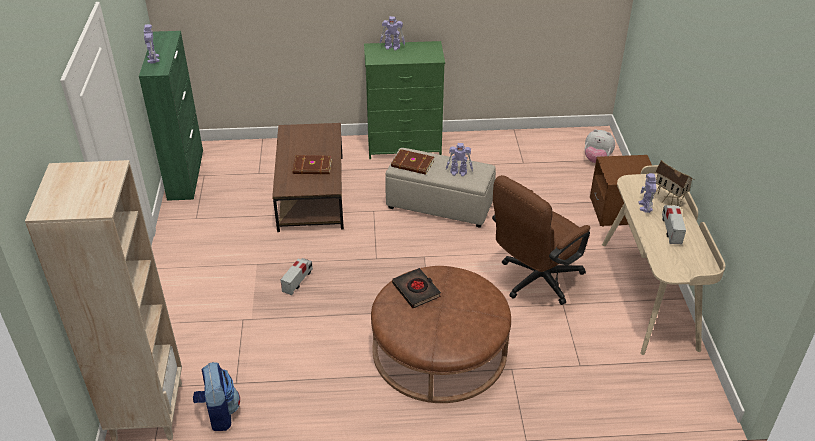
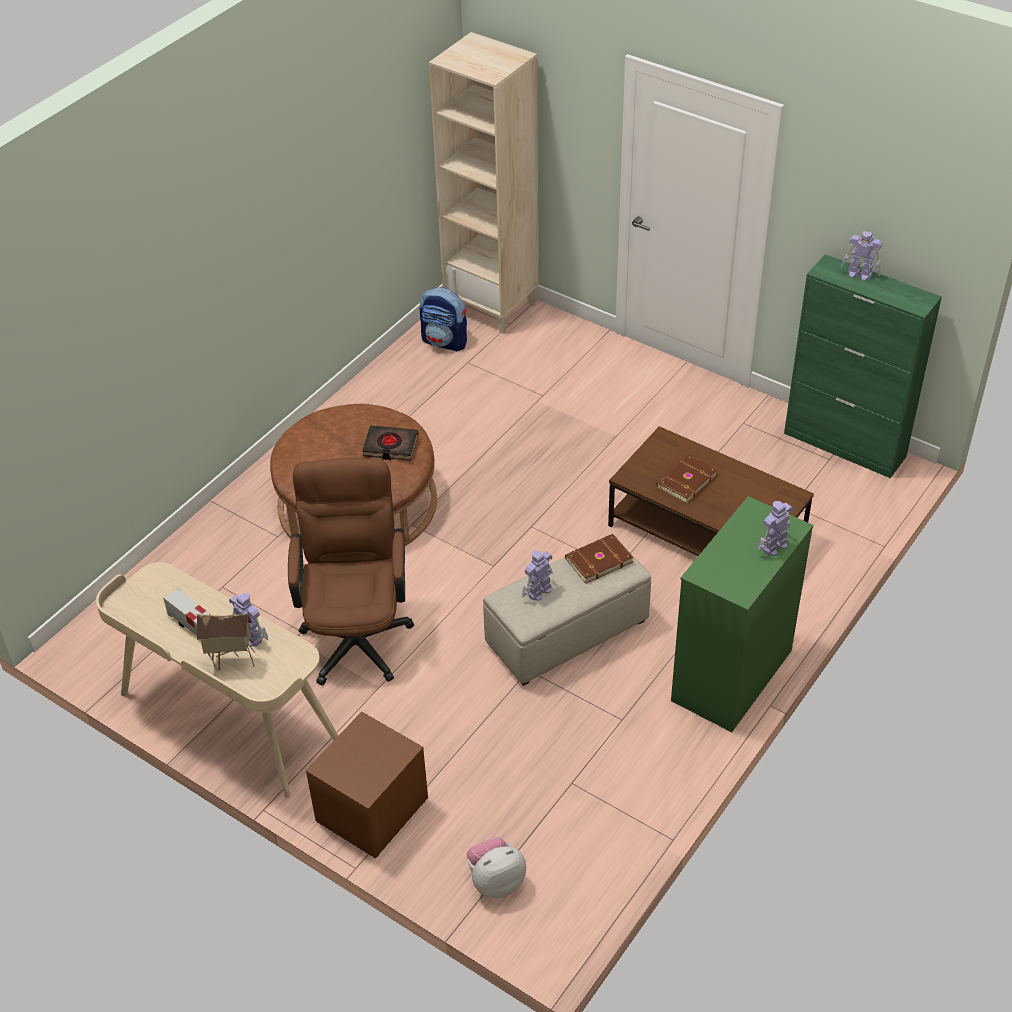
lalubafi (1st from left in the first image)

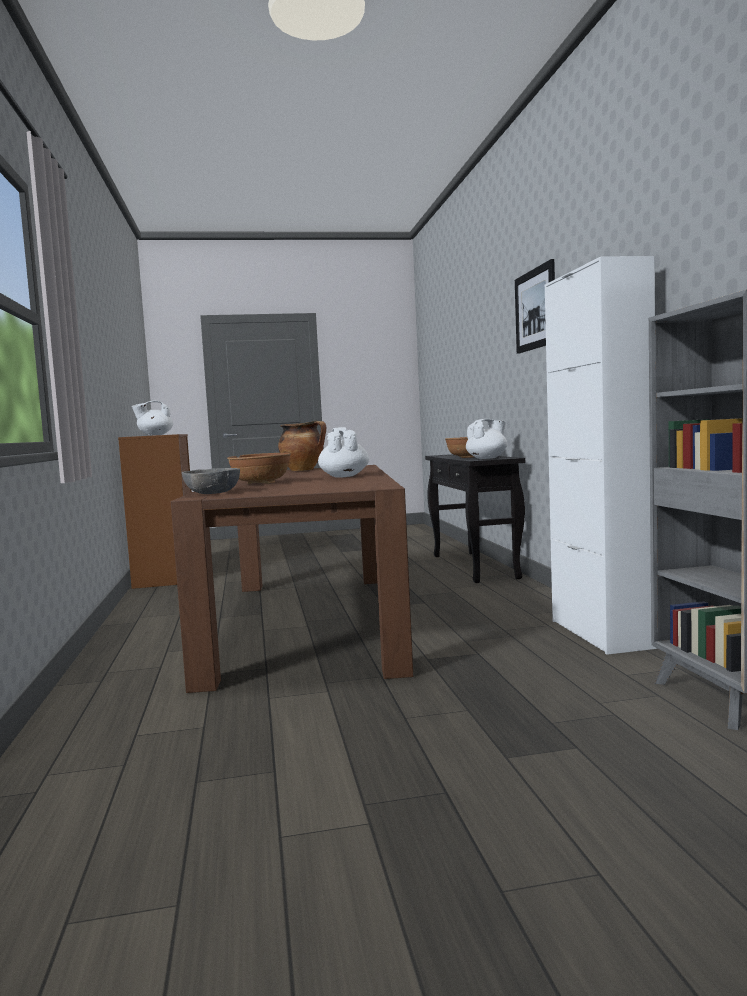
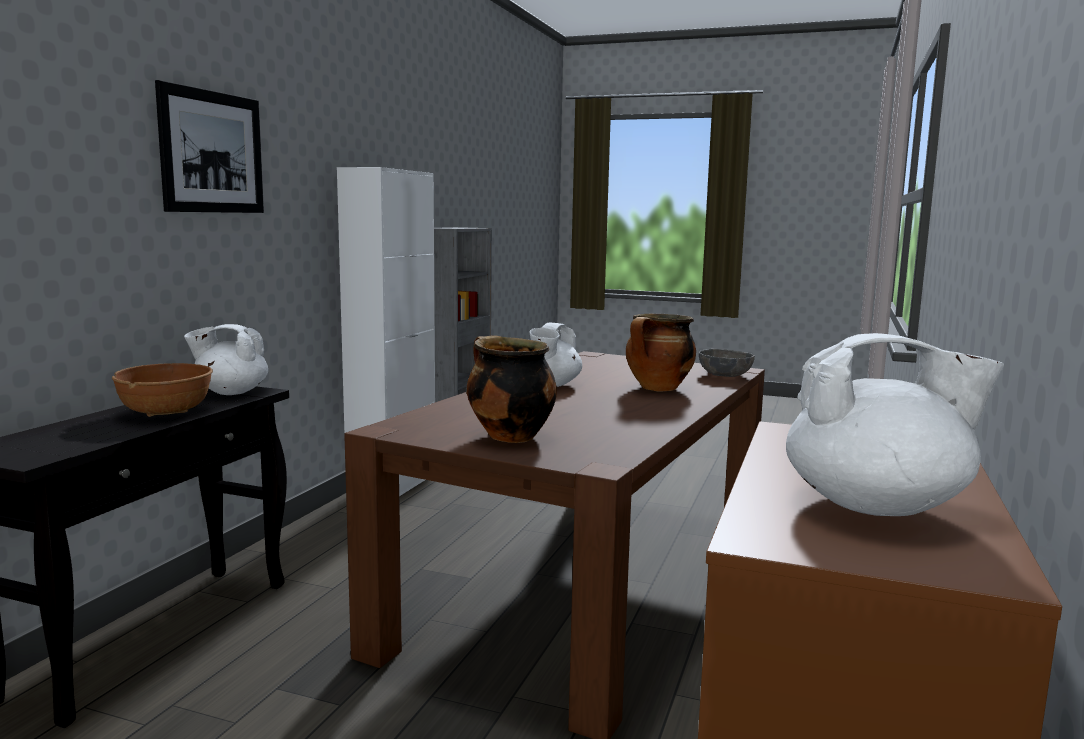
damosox (2nd from left)

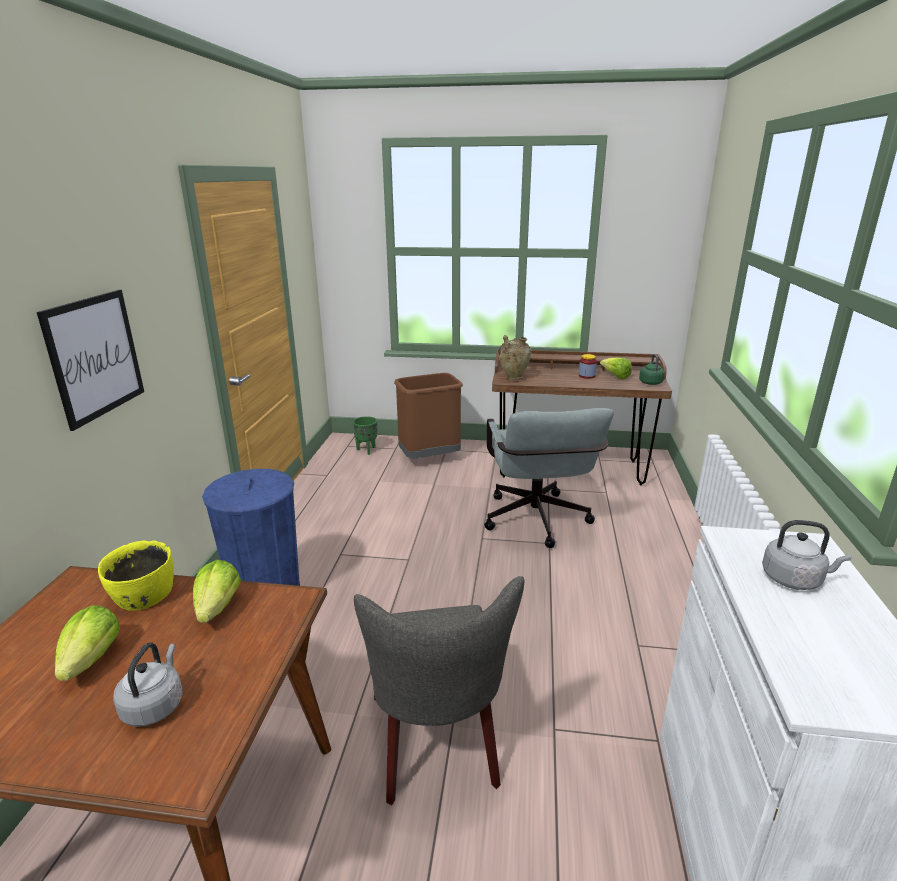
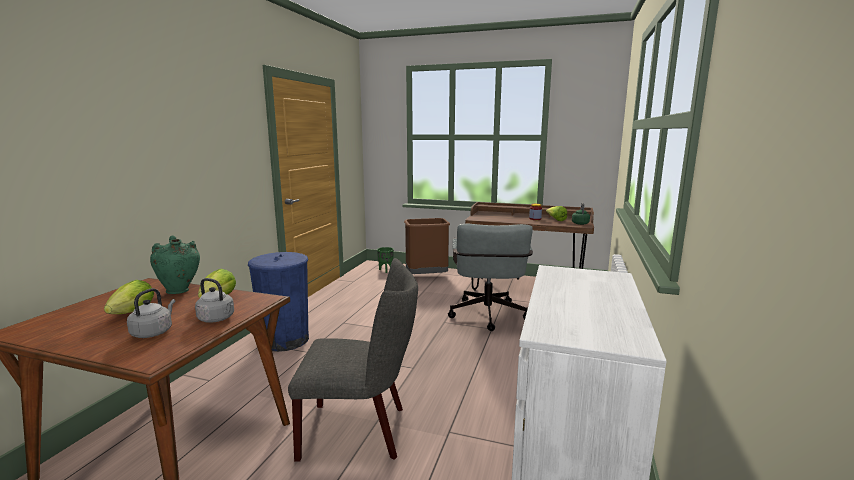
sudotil
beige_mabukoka
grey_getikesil (2nd from left)
green_mabukoka
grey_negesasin

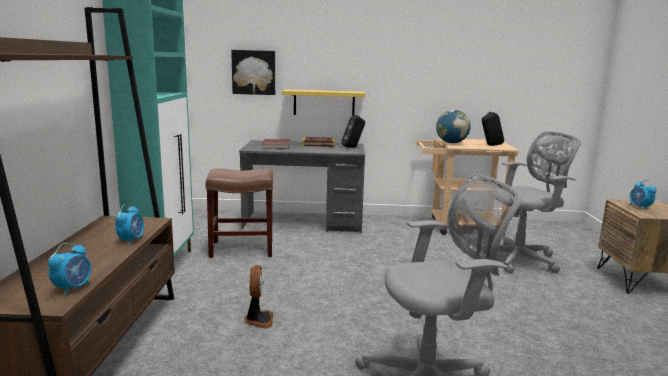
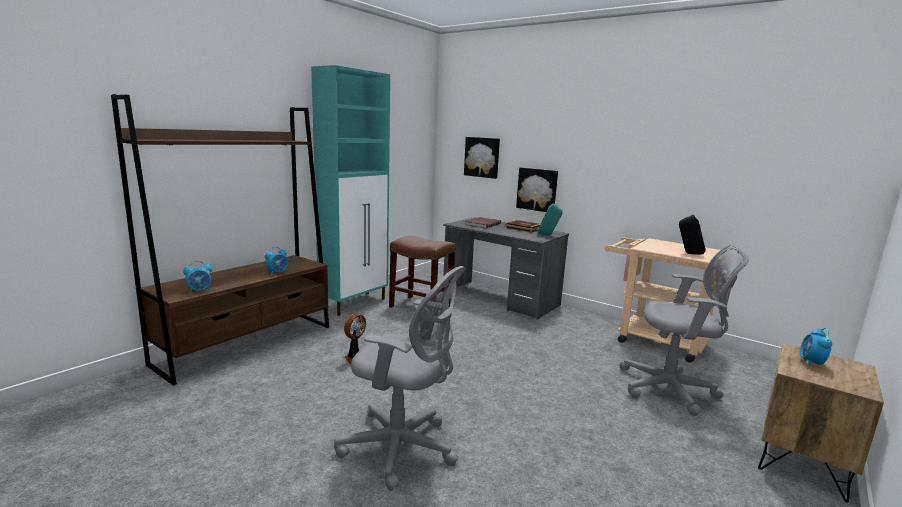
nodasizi
sudotil (2nd from left)
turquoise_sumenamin

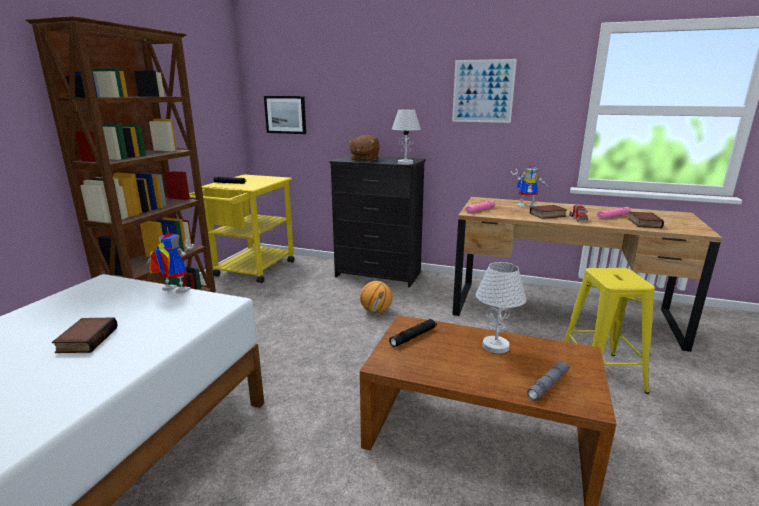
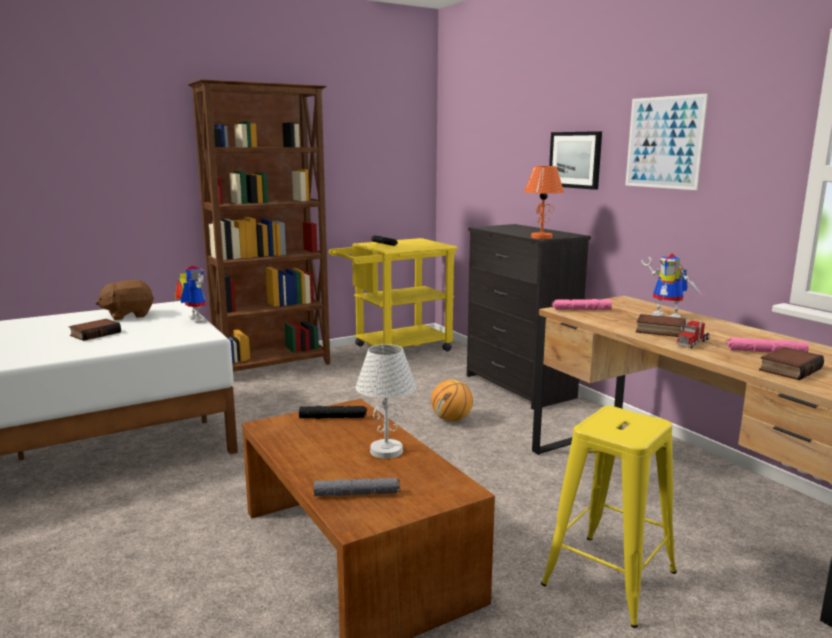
sudotil (1st from left)
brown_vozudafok
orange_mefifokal

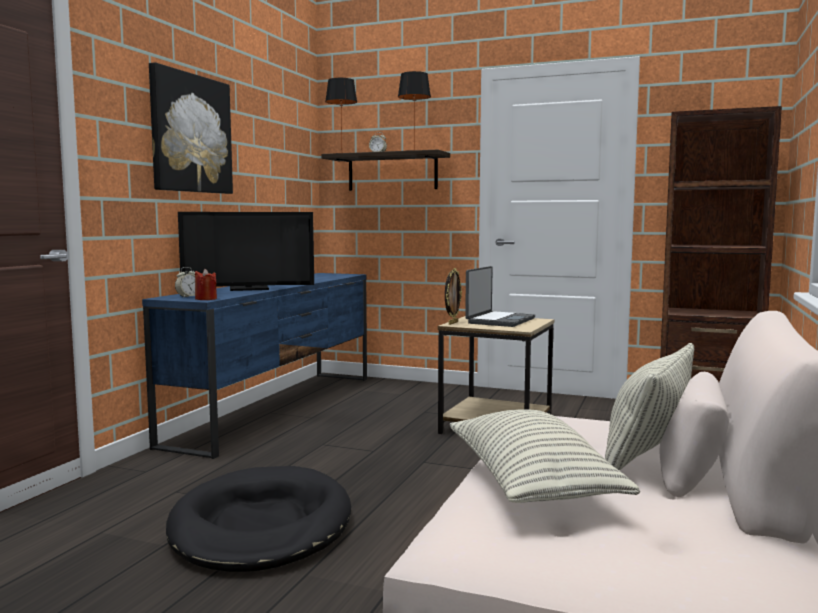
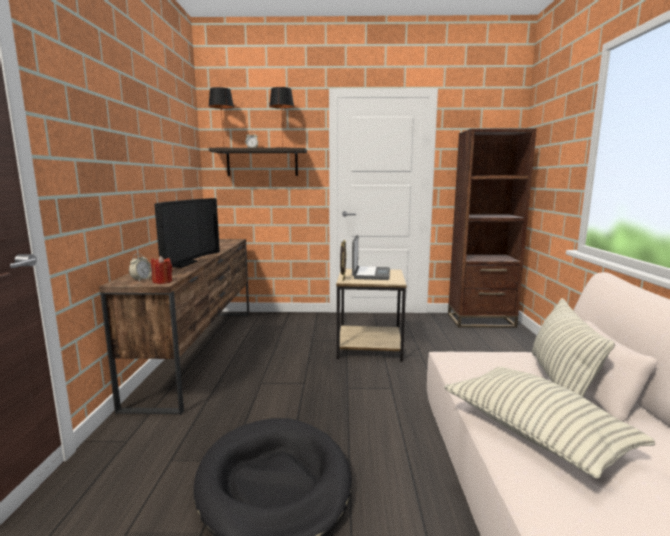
sudotil
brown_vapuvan
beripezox

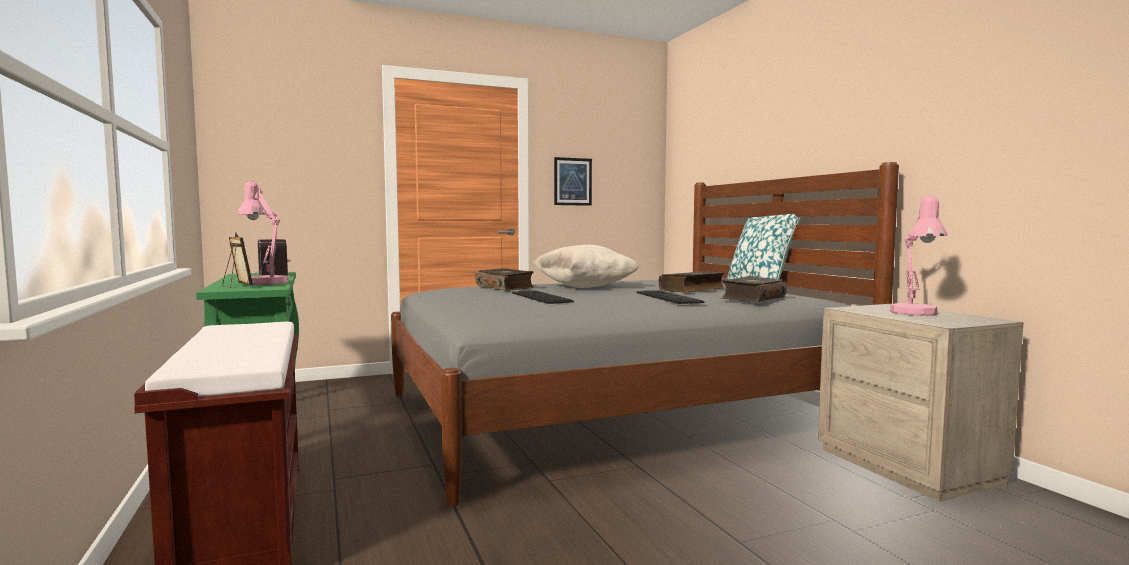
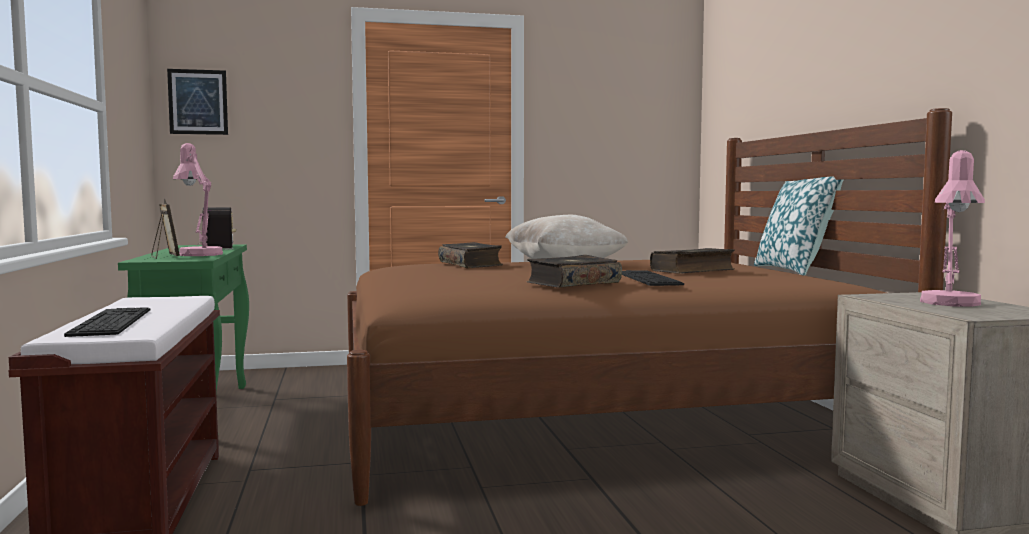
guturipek (1st from left)
sudotil
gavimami (2nd from left)
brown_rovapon

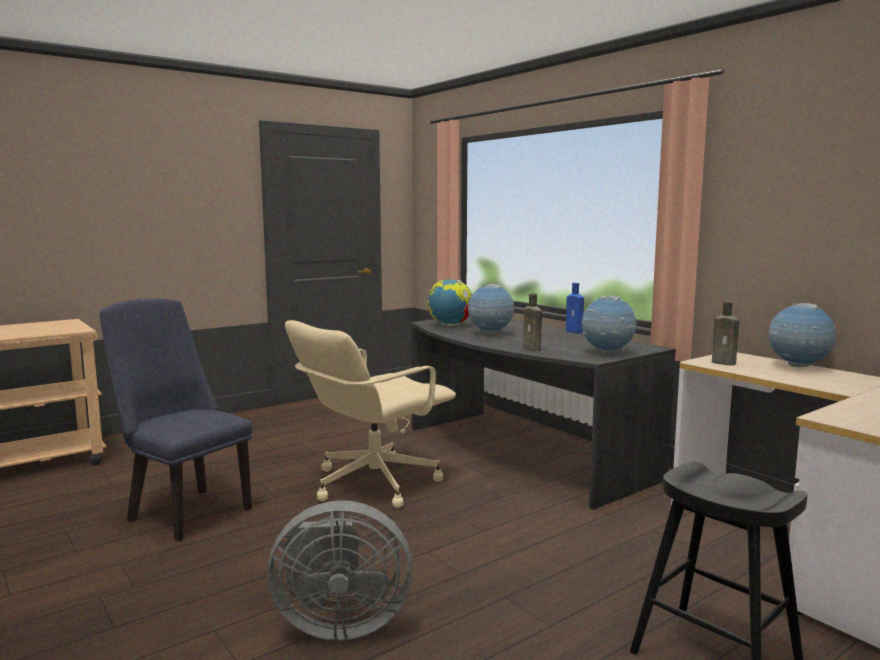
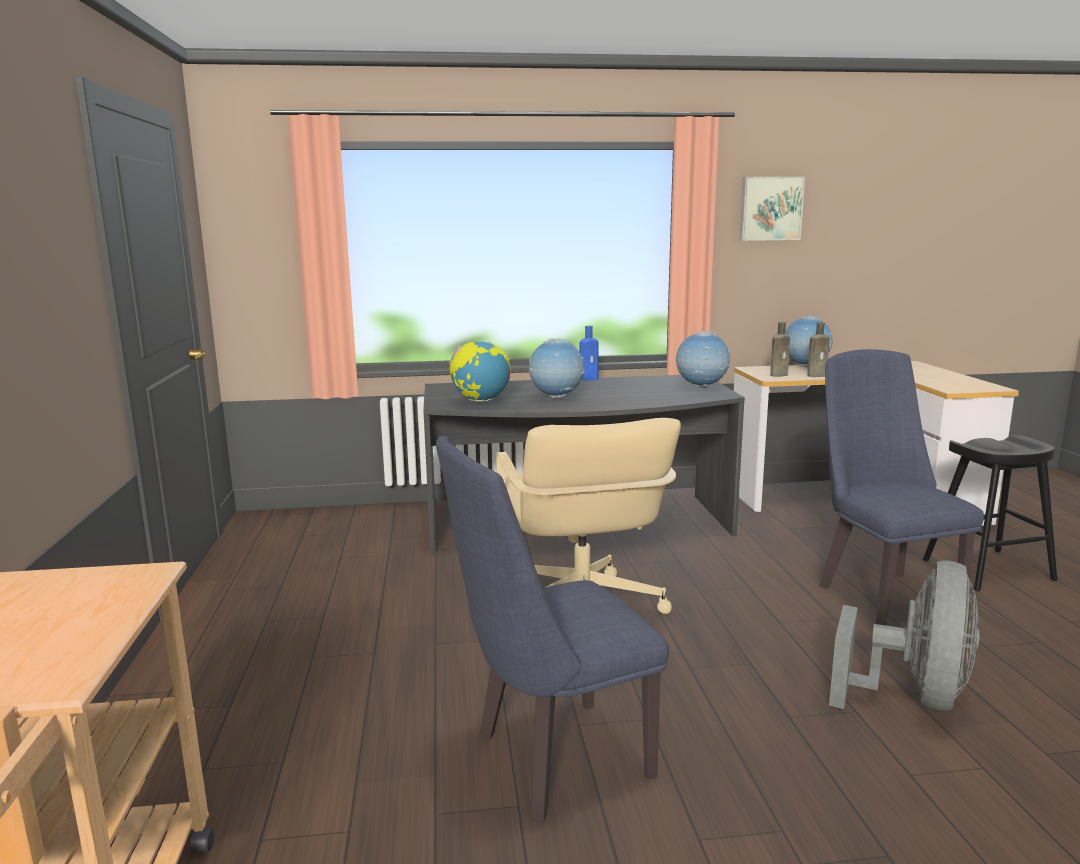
sudotil
blue_negesasin (2nd from left)
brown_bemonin (2nd from left)

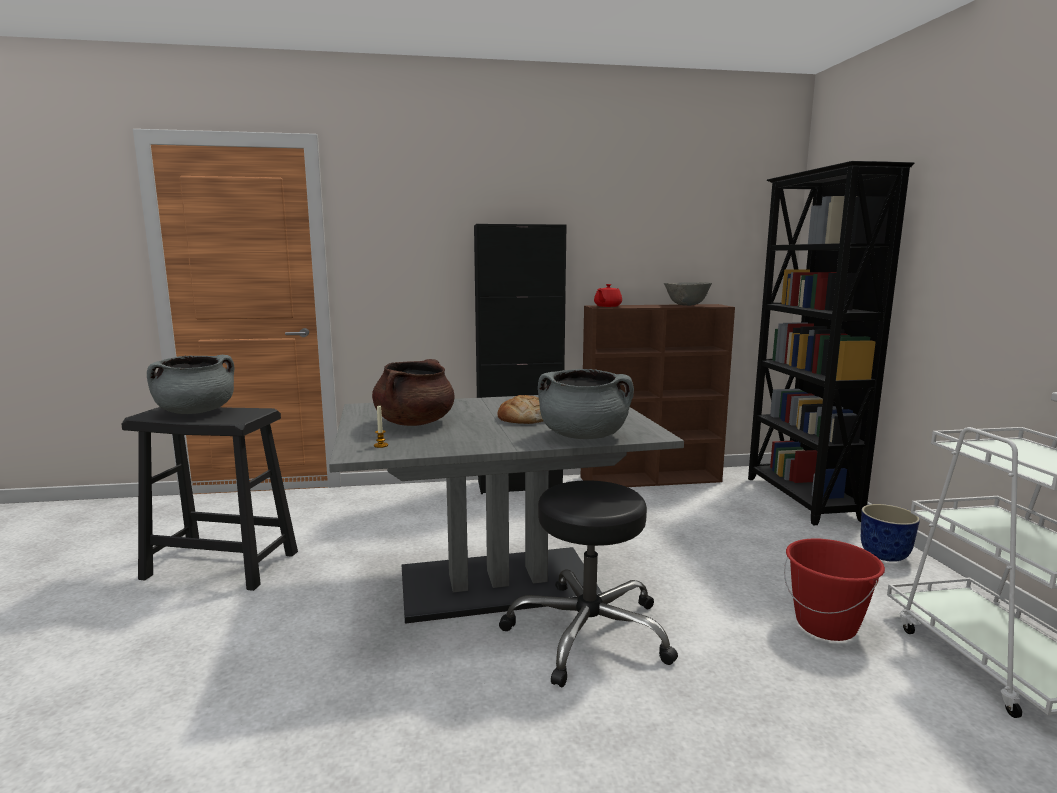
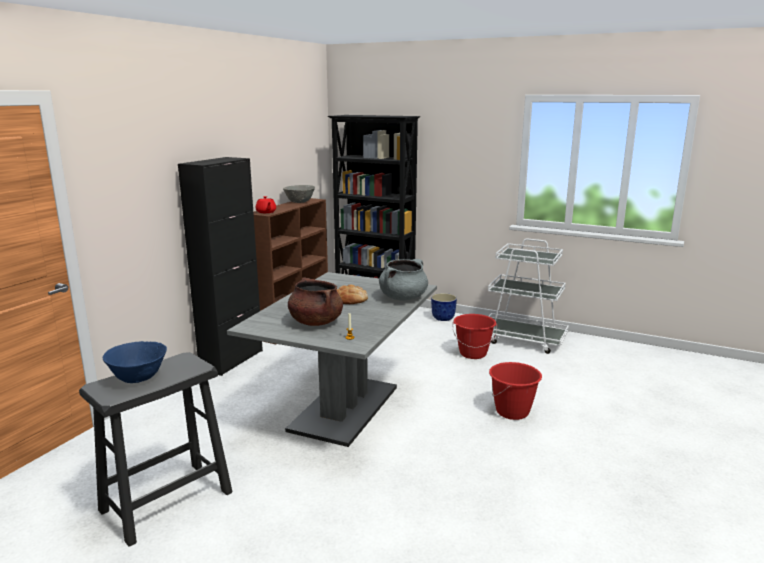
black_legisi (2nd from left in the first image)
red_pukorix (2nd from left)
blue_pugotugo

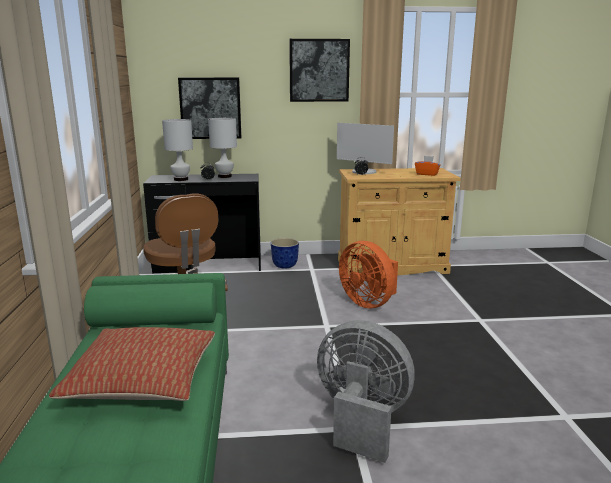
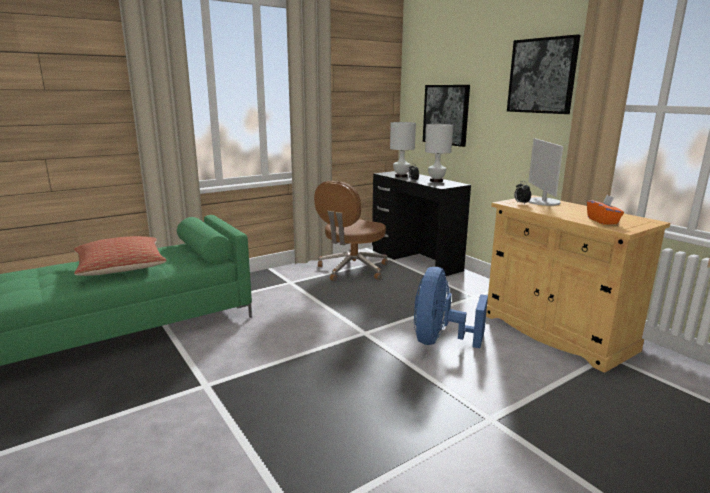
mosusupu
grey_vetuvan
blue_vetuvan

